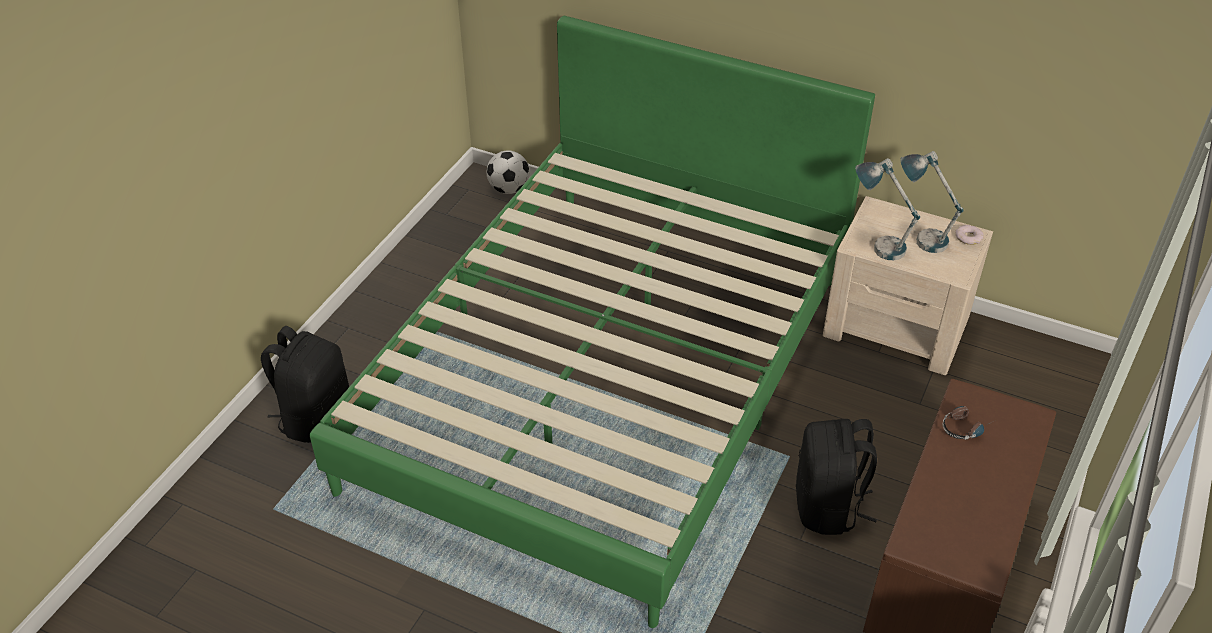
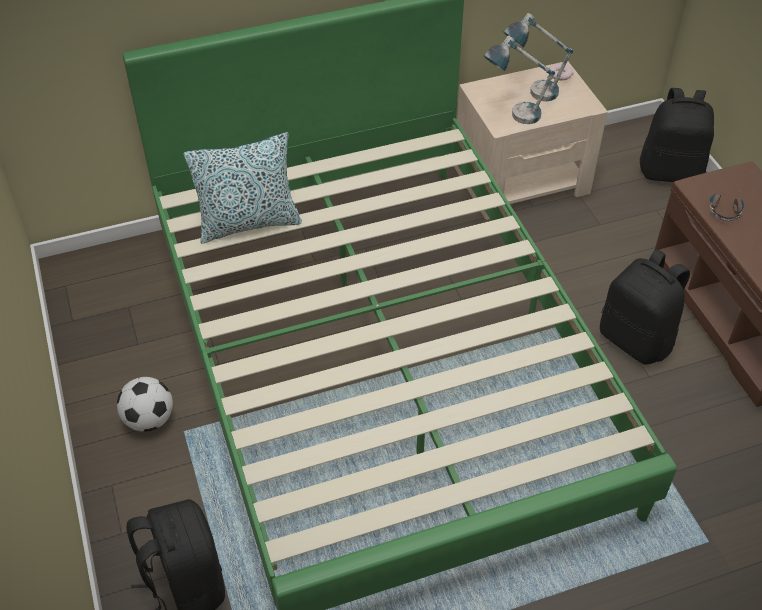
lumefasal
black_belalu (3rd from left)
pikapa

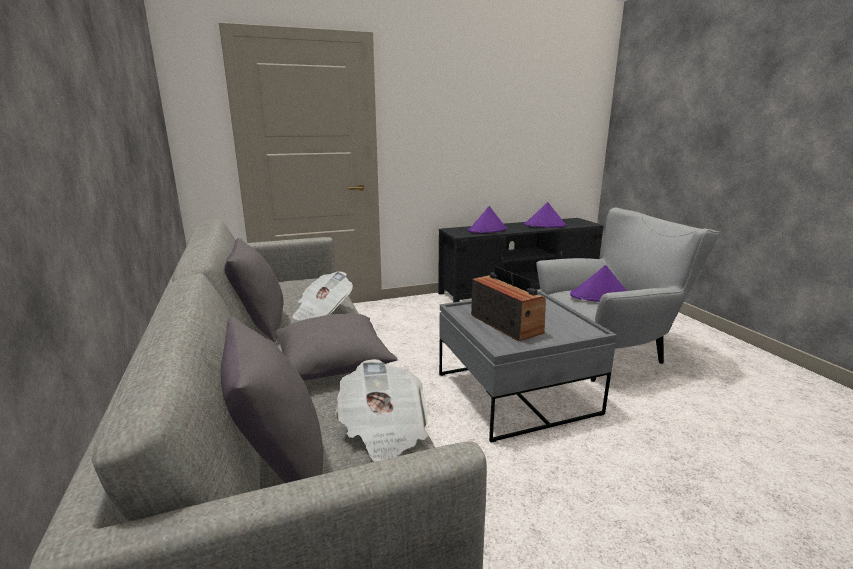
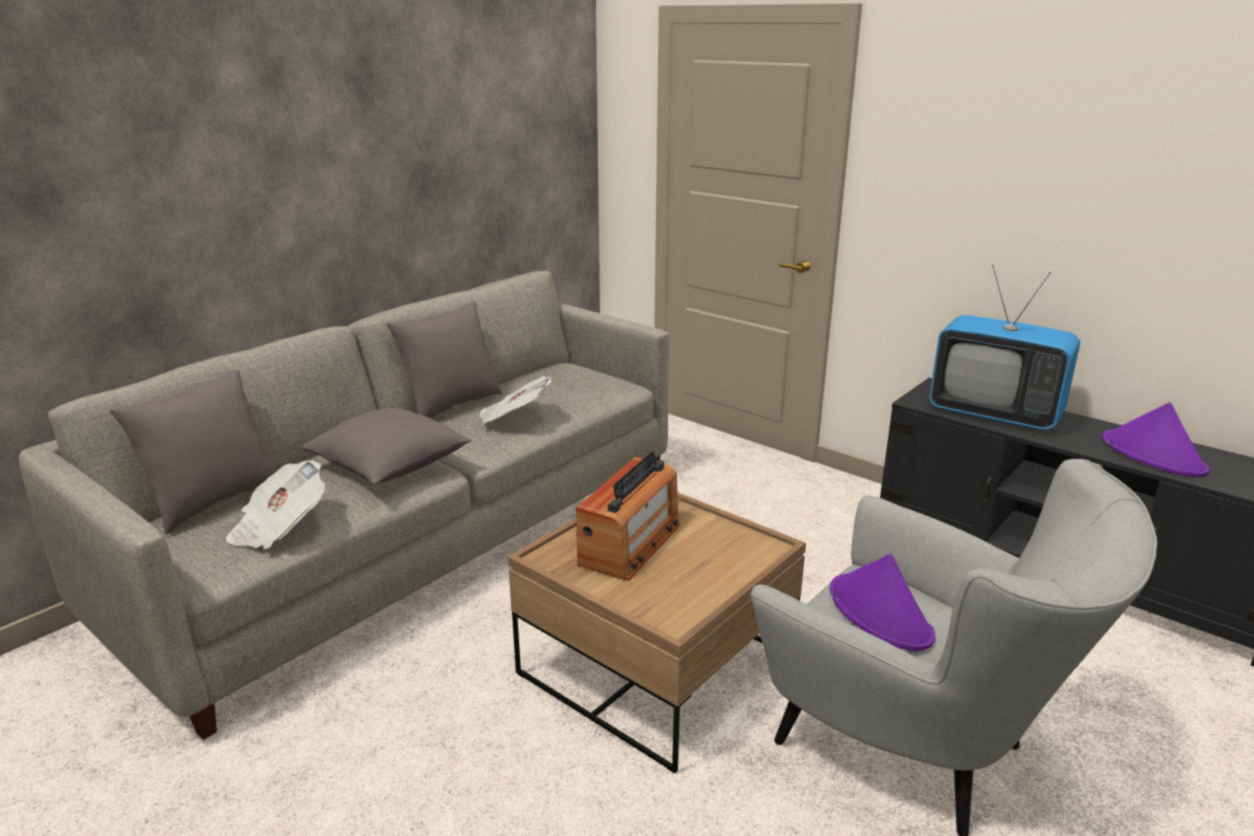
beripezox
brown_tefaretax

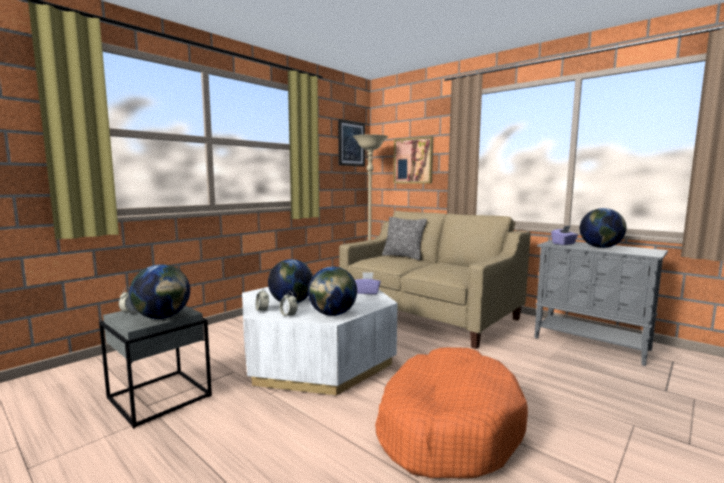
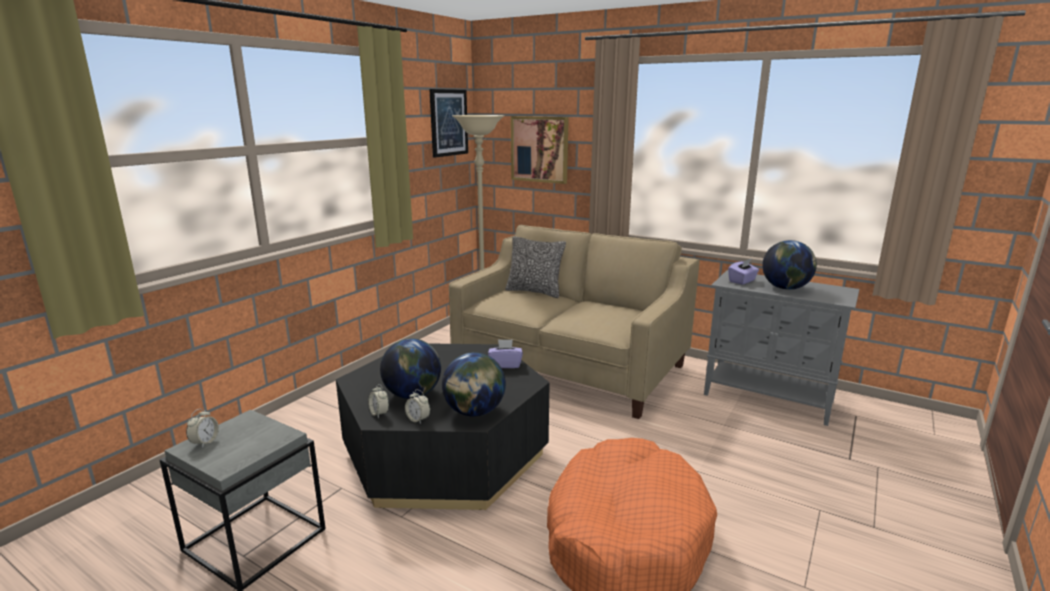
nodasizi (1st from left in the first image)
black_tefaretax

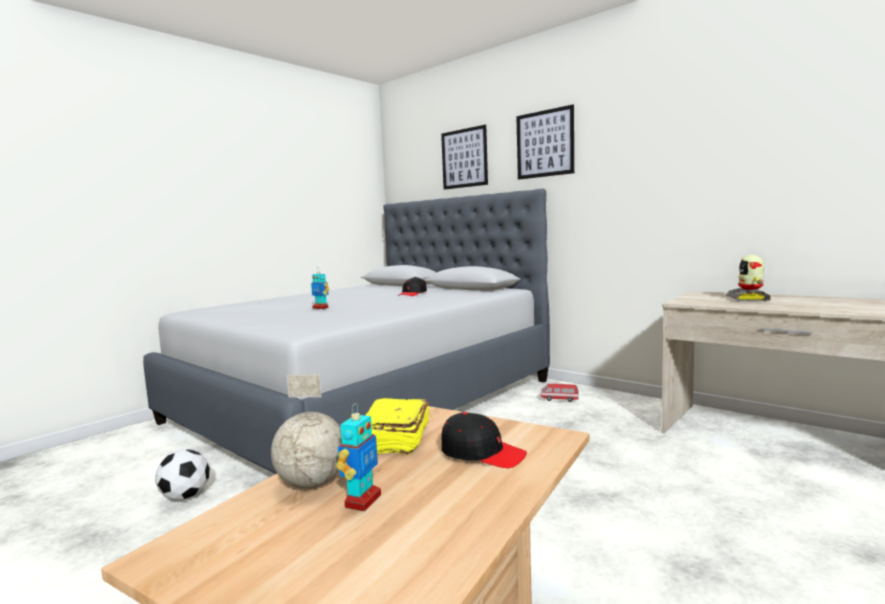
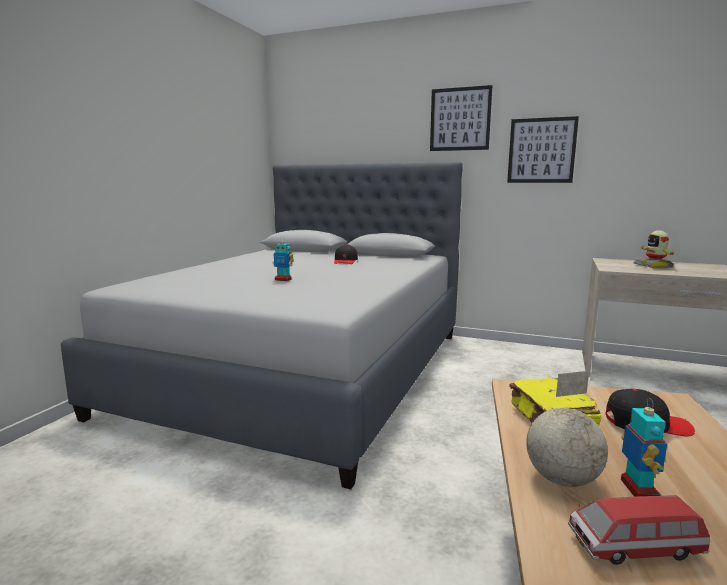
pikapa
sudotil (2nd from left)
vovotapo

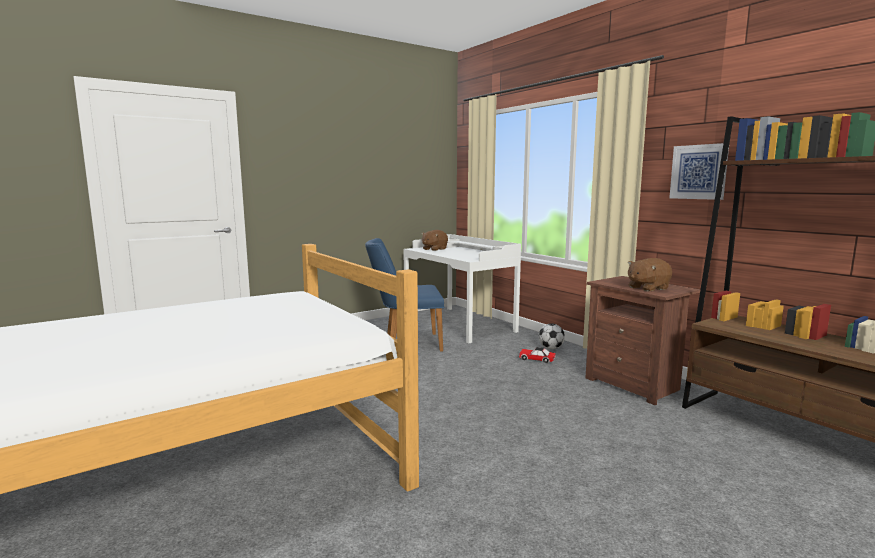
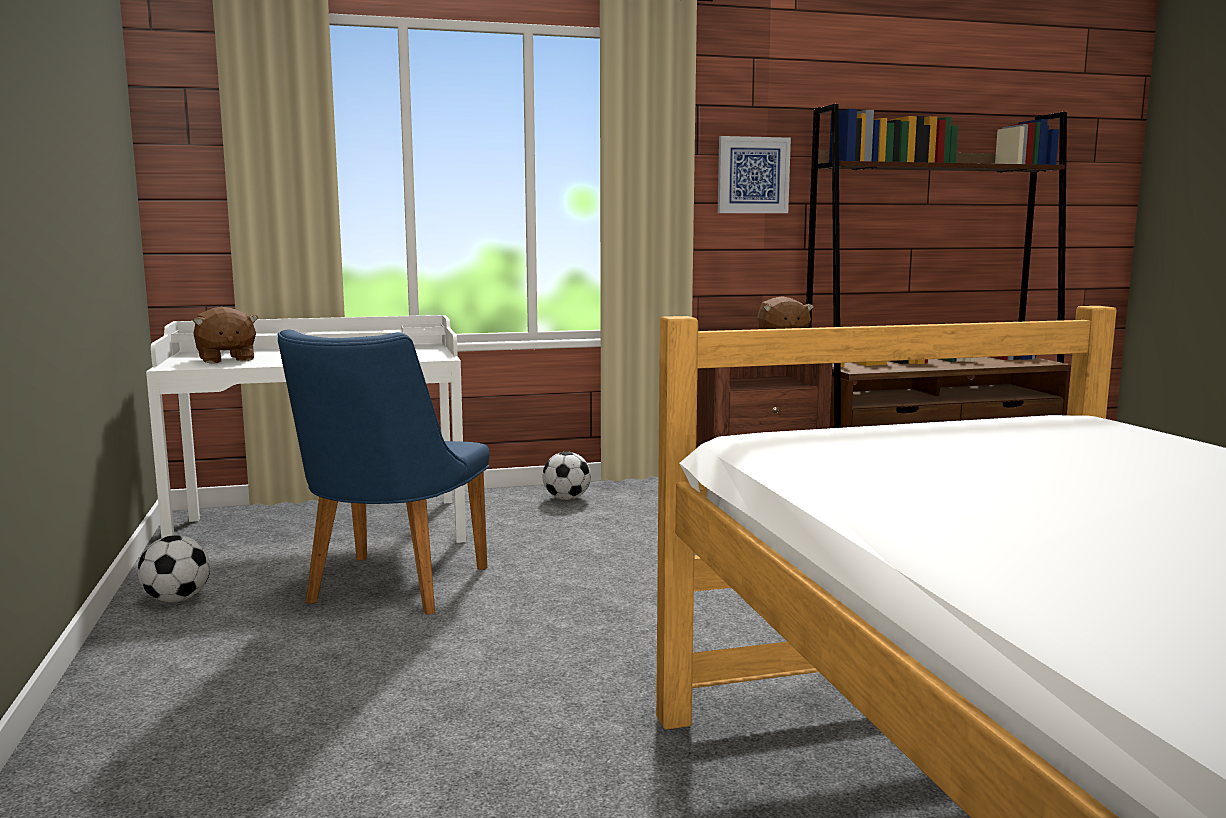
vovotapo
pikapa (1st from left)

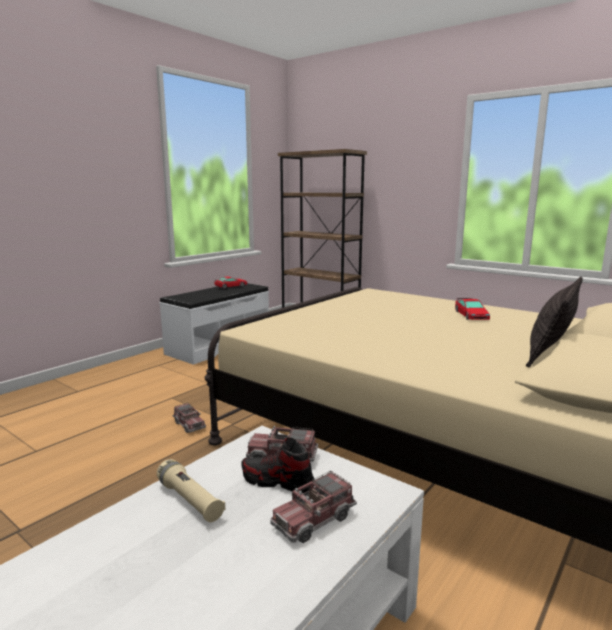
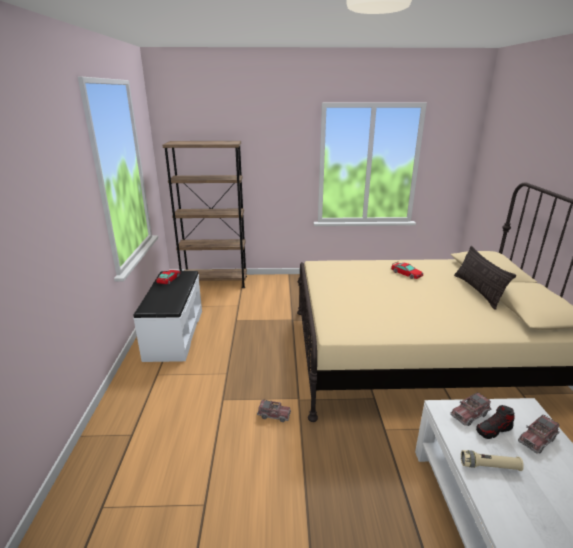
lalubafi (3rd from left)

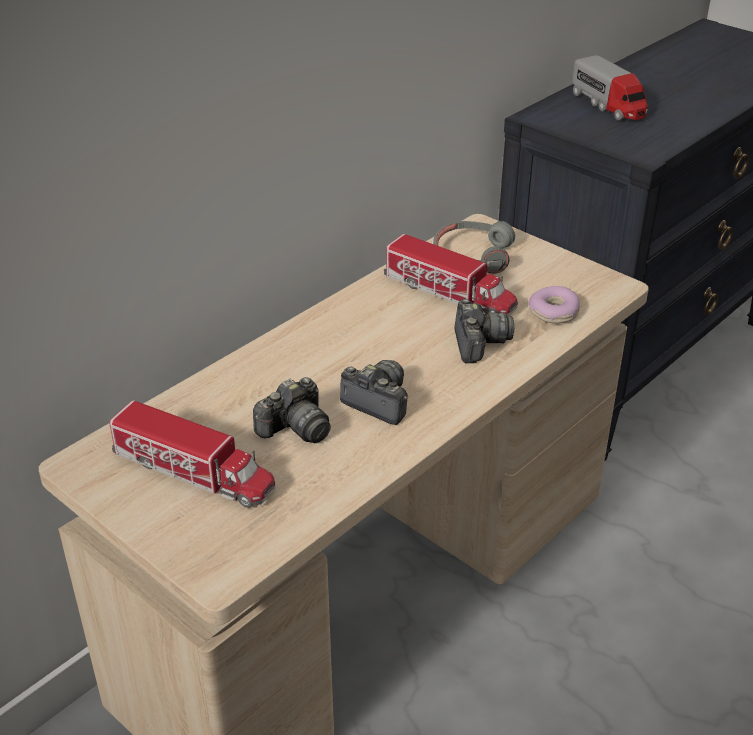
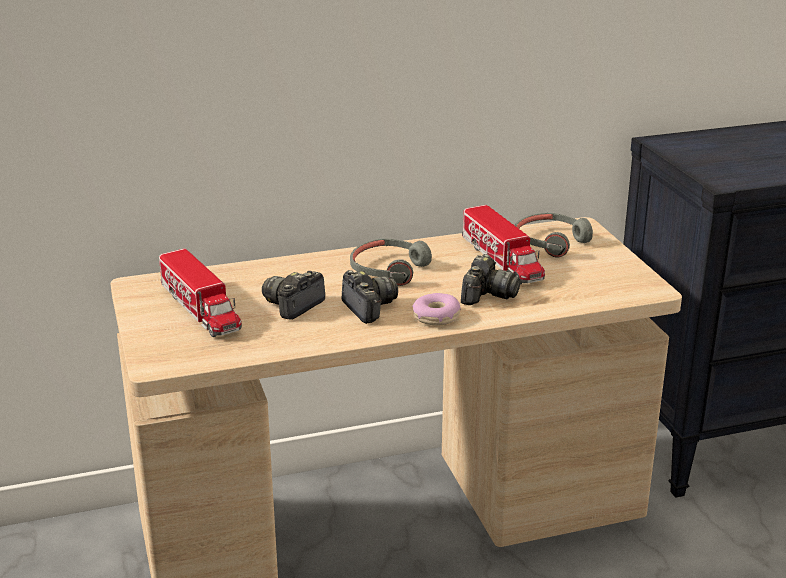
lalubafi (3rd from left in the first image)
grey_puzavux (1st from left)
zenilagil
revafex (1st from left)

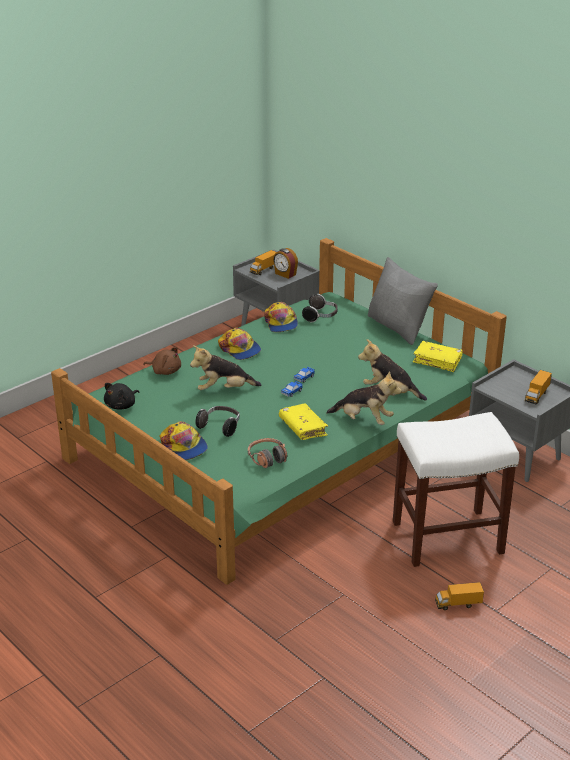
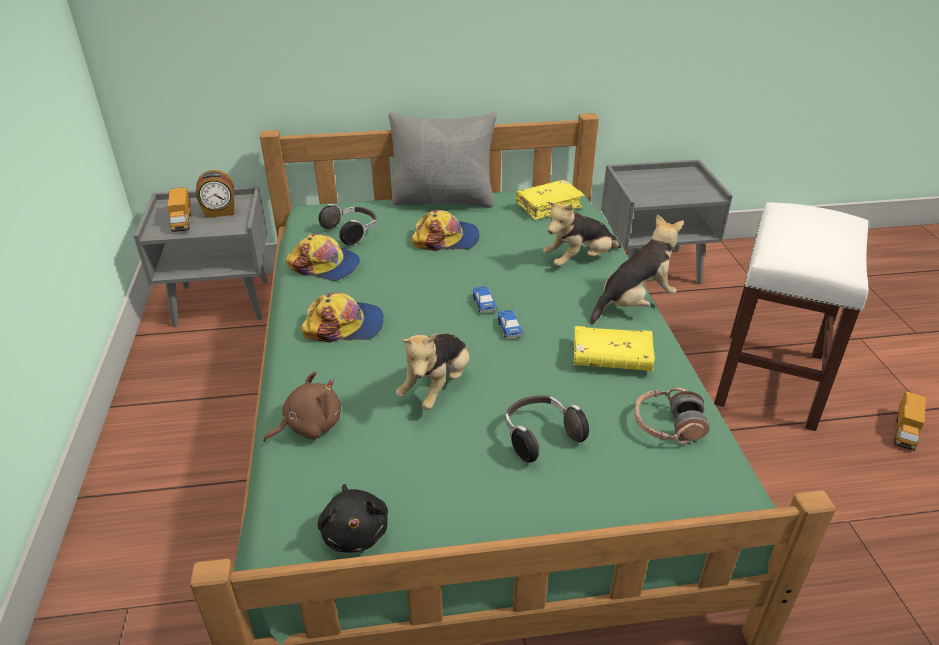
lalubafi (3rd from left in the first image)
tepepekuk (3rd from left)

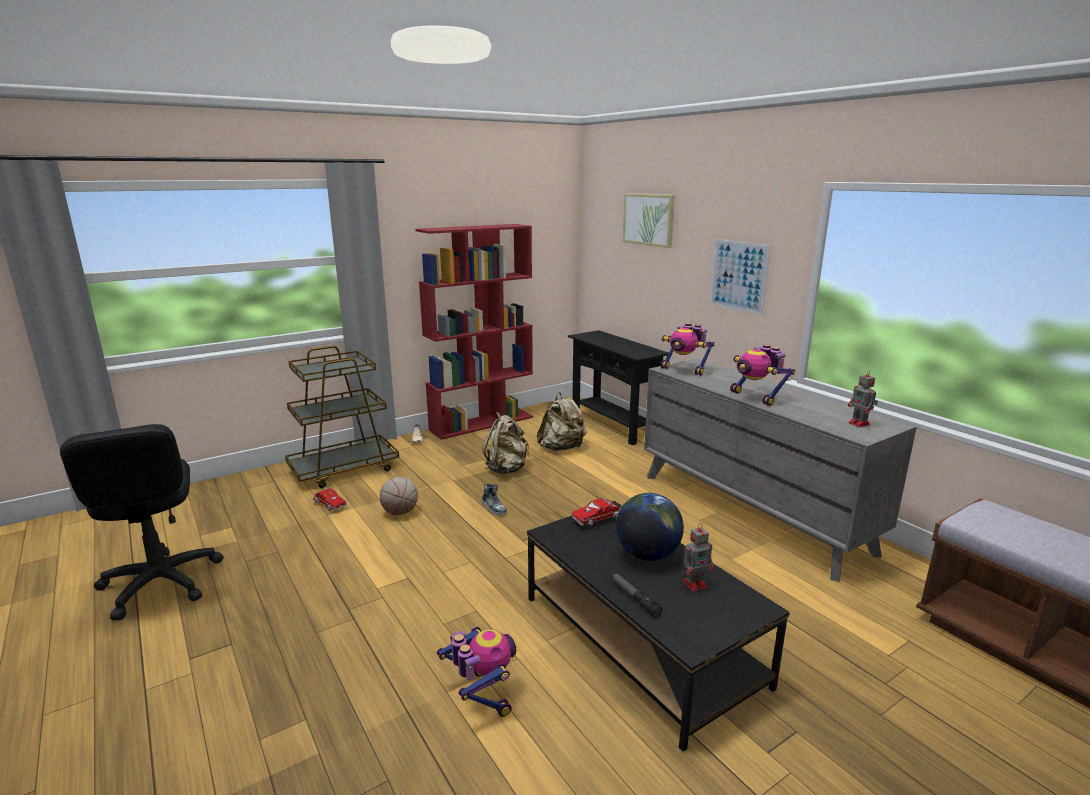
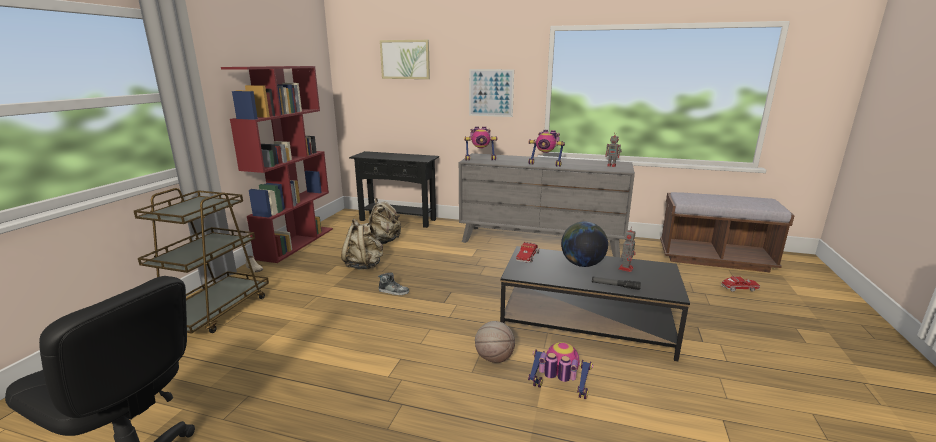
lalubafi (2nd from left)
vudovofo

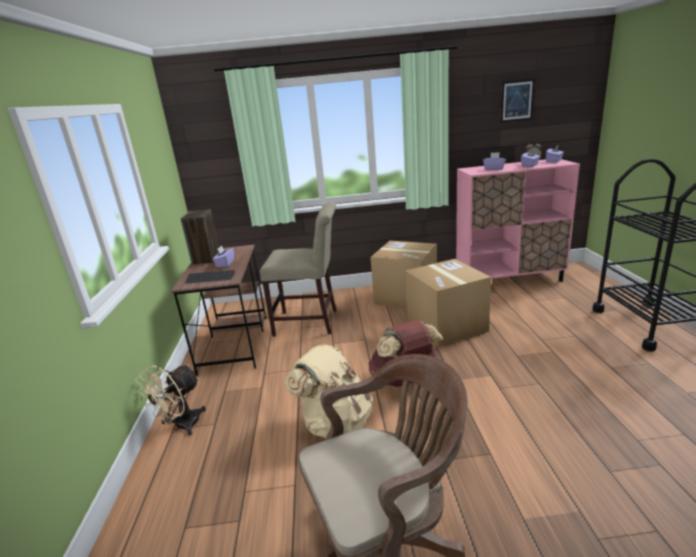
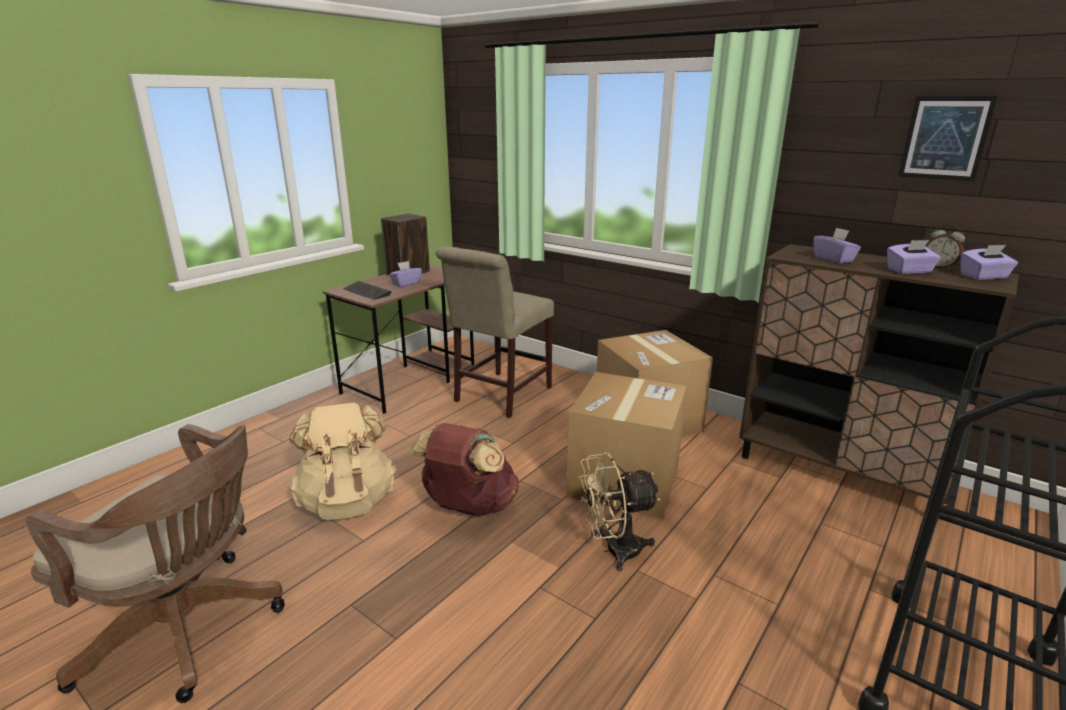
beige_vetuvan
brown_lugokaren
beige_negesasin

